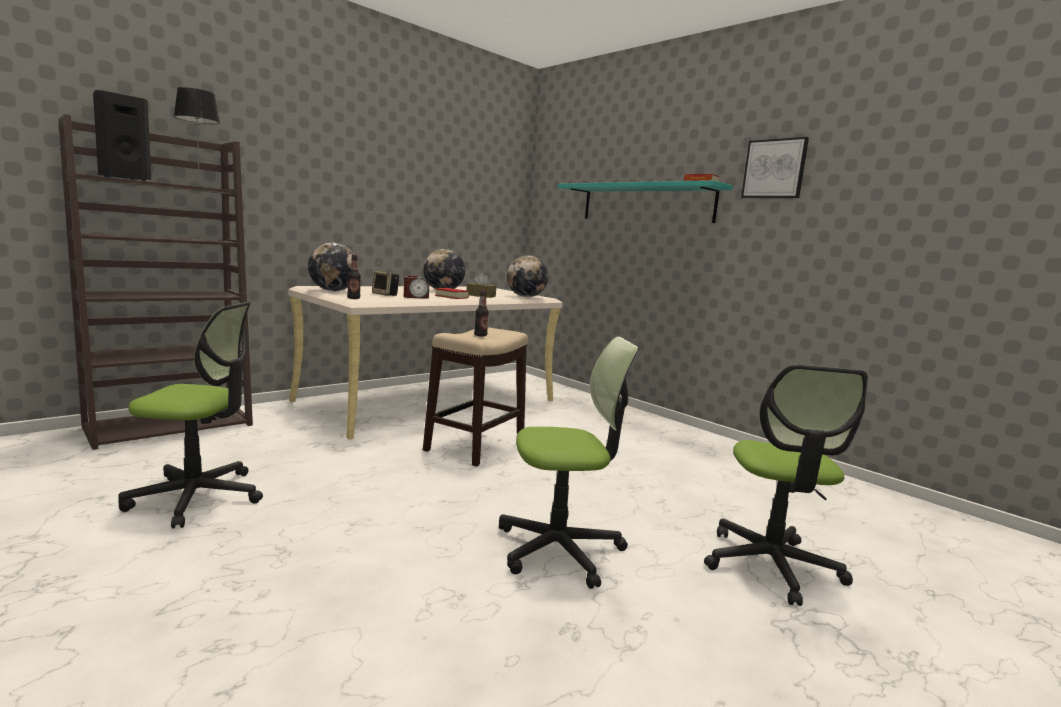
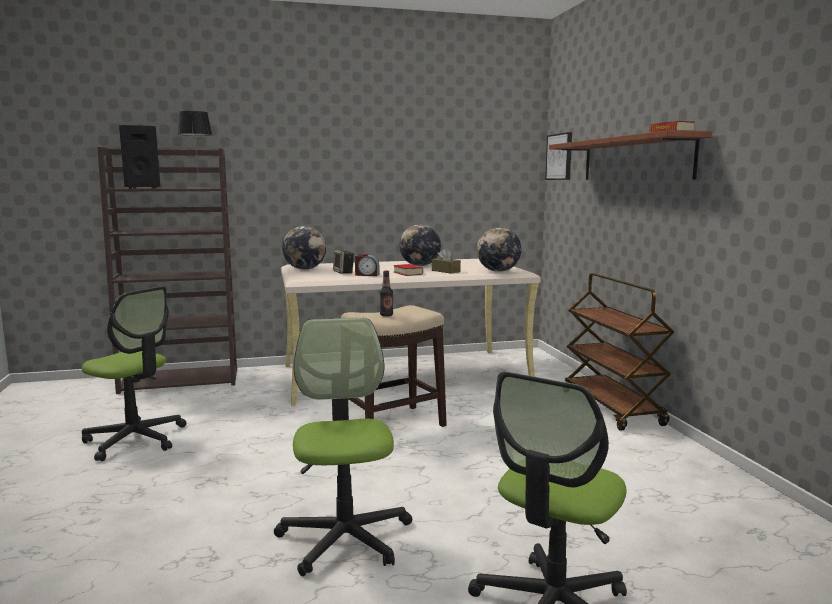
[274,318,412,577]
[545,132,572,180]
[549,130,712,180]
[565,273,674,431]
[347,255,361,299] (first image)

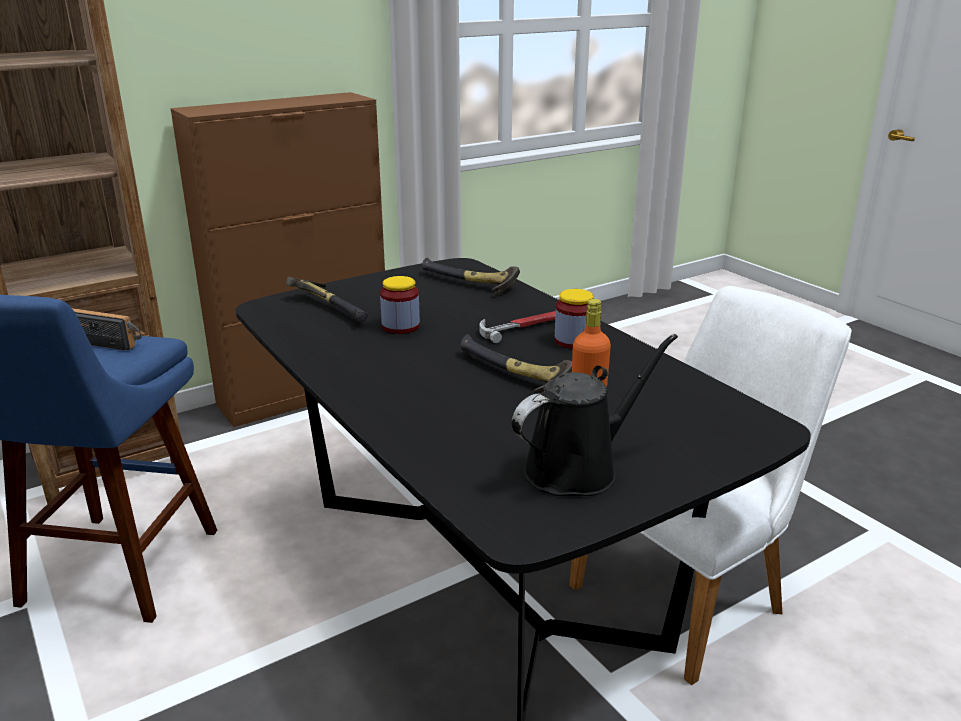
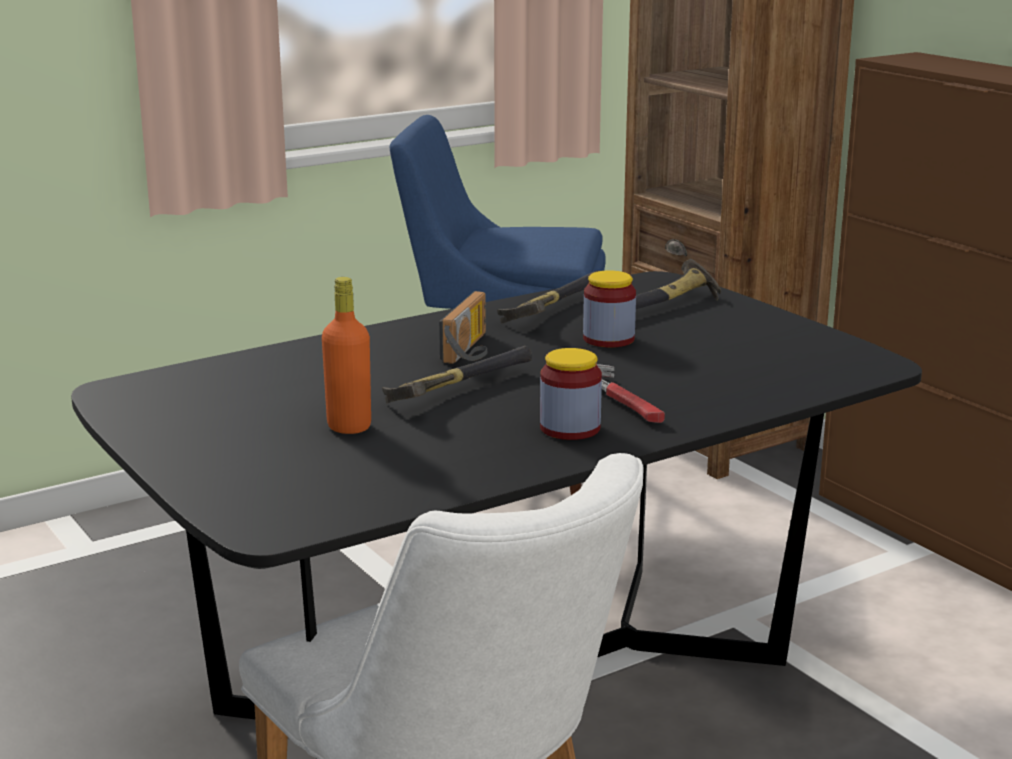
[439,291,487,364]
[497,271,598,323]
[512,334,678,496] (first image)

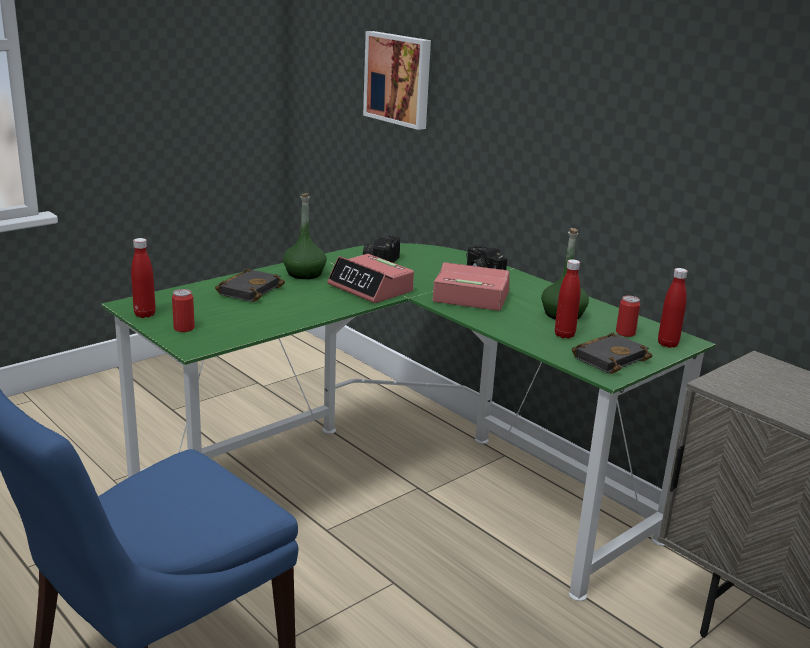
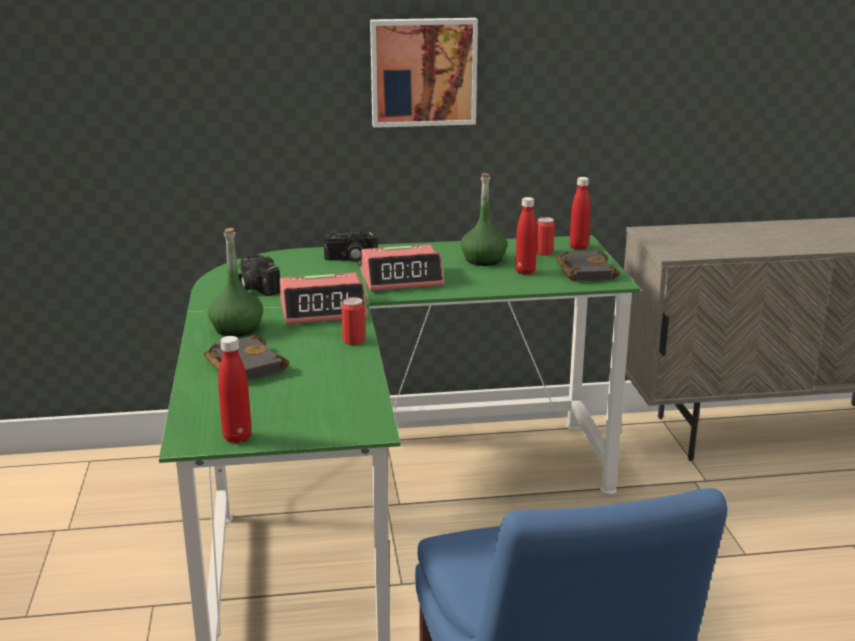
[341,297,365,345]
[361,245,444,291]
[370,18,478,128]

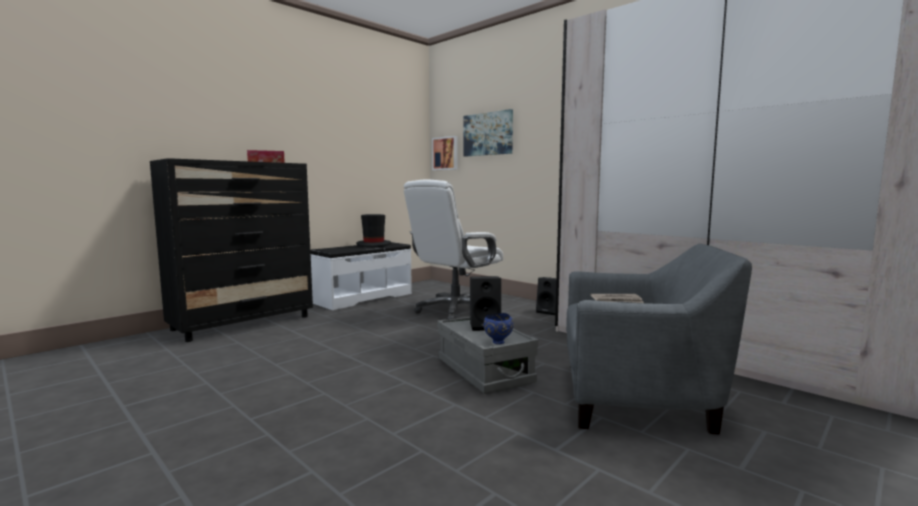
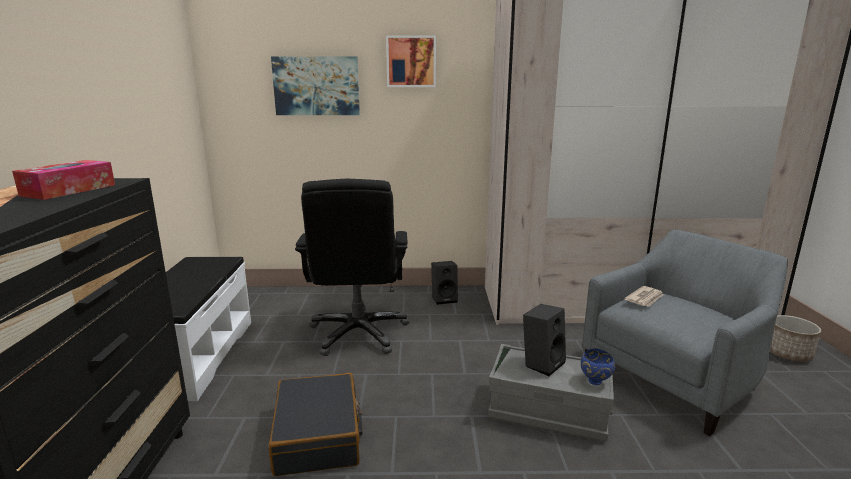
[269,373,363,476]
[295,179,409,356]
[386,36,436,87]
[770,315,821,362]
[356,214,391,247] (first image)

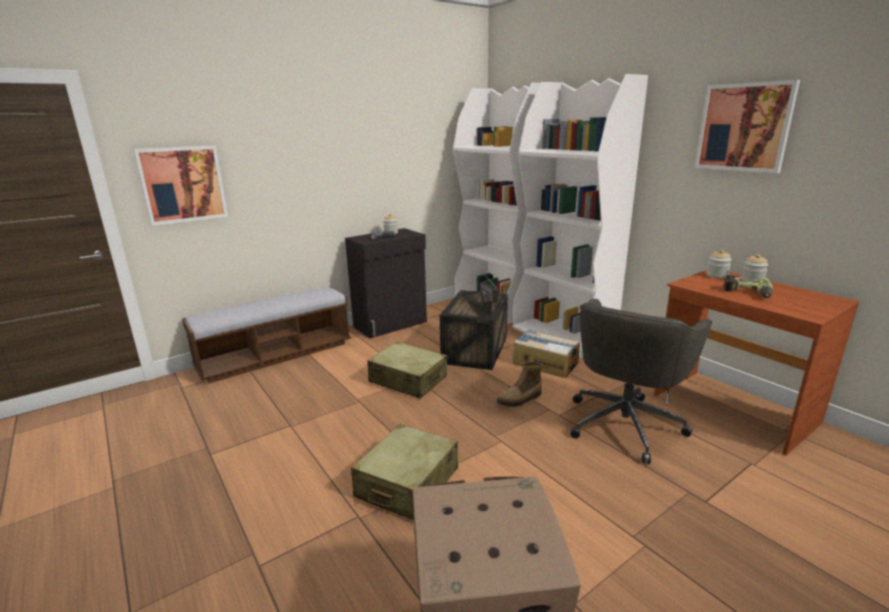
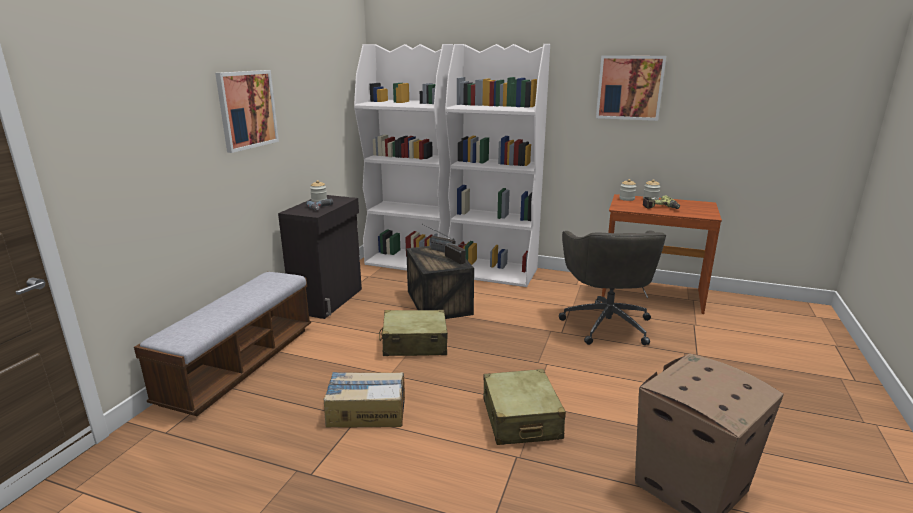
[215,70,279,153]
[323,372,405,428]
[497,362,542,407] (first image)

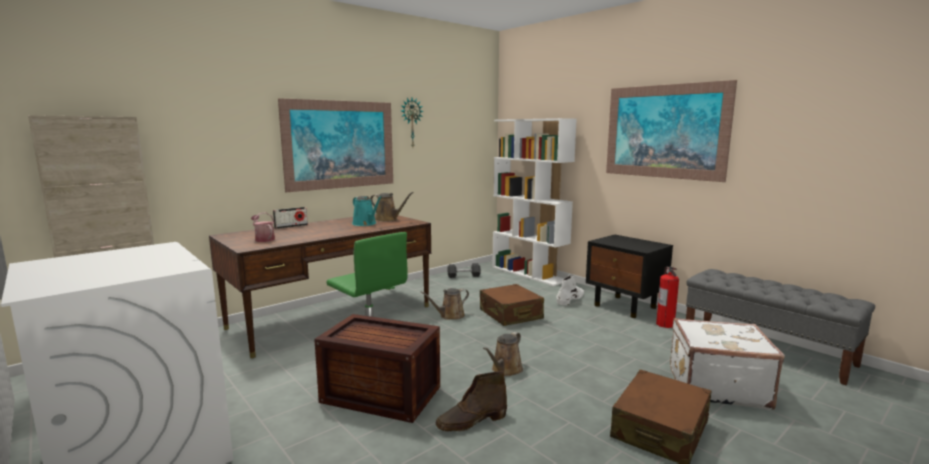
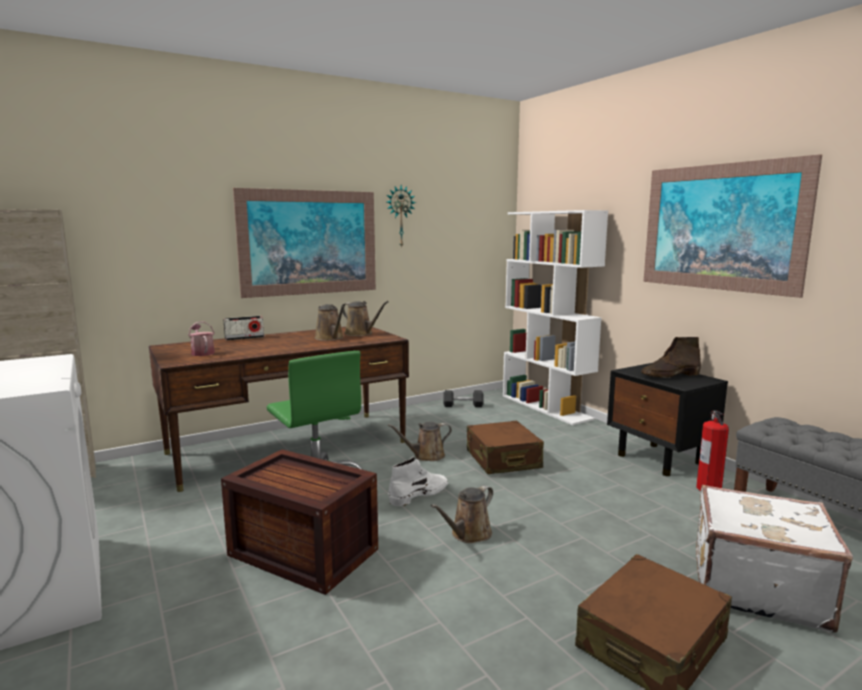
[315,304,345,341]
[388,456,448,506]
[641,337,701,378]

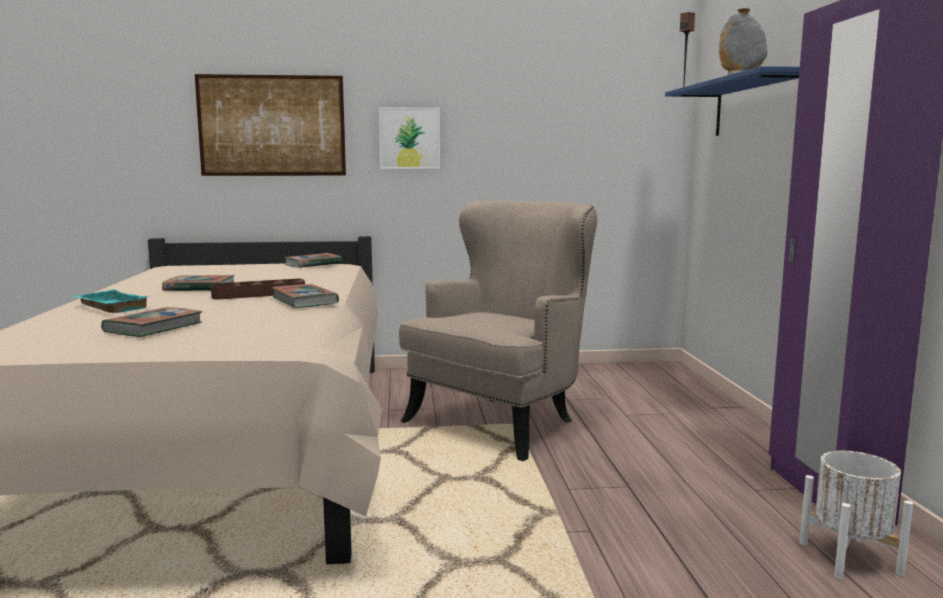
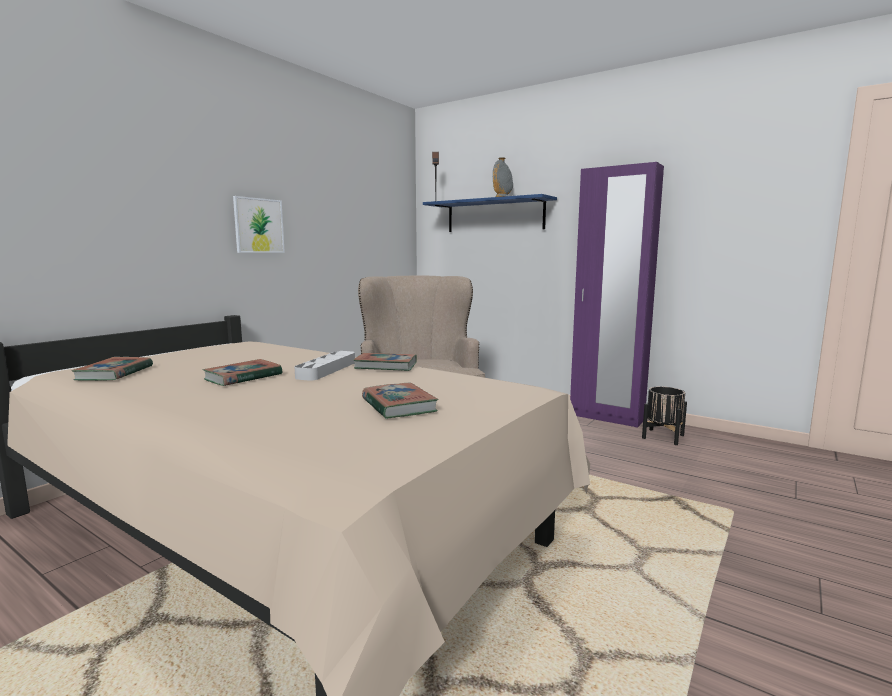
[71,357,153,381]
[294,351,355,381]
[642,387,687,445]
[74,289,148,313] (first image)
[195,74,346,176] (first image)

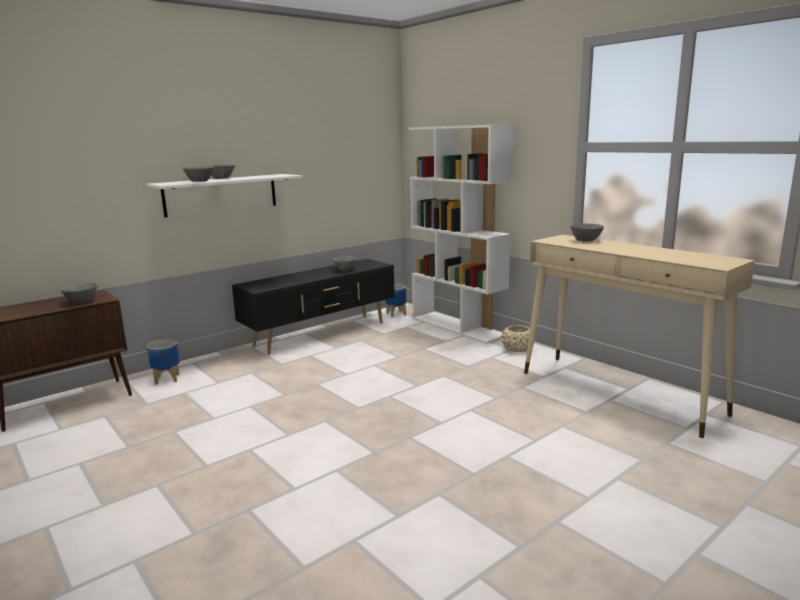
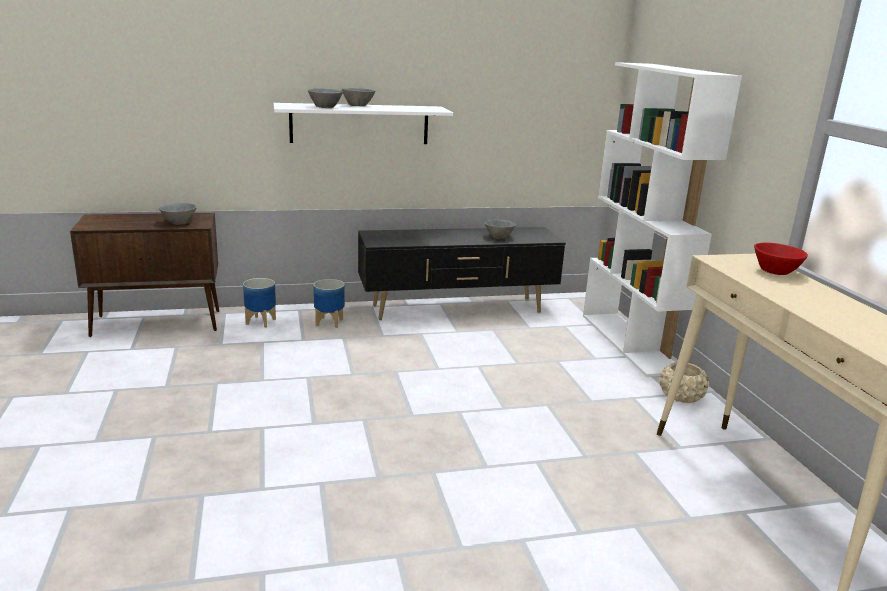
[314,279,345,328]
[754,243,808,275]

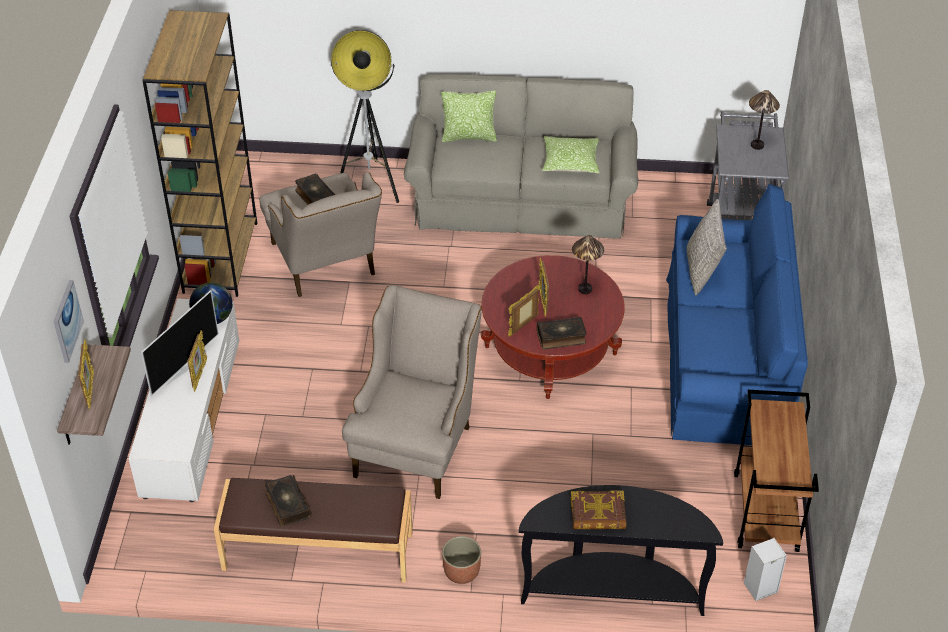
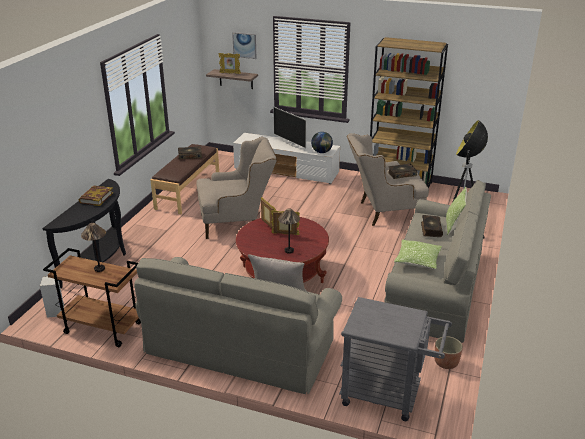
[81,223,106,272]
[134,257,342,395]
[196,137,277,239]
[421,215,443,237]
[434,336,463,369]
[187,330,207,392] (first image)

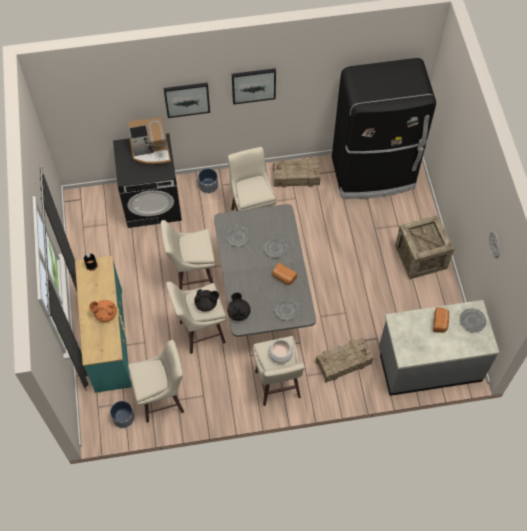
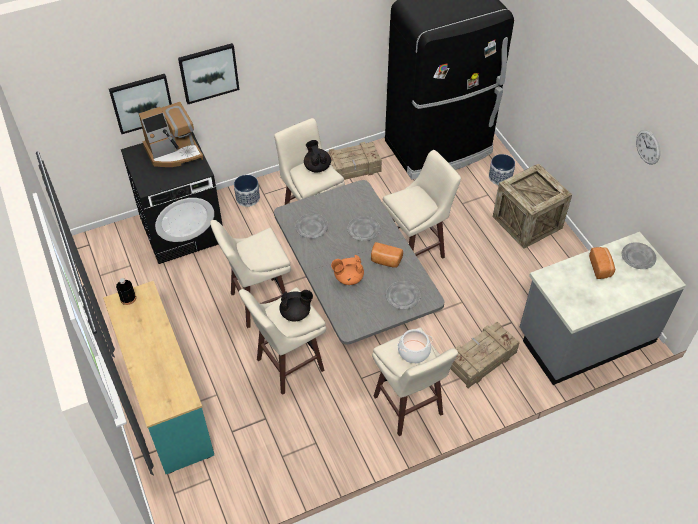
[109,74,172,134]
[304,140,331,172]
[331,255,364,285]
[382,150,461,259]
[489,154,515,185]

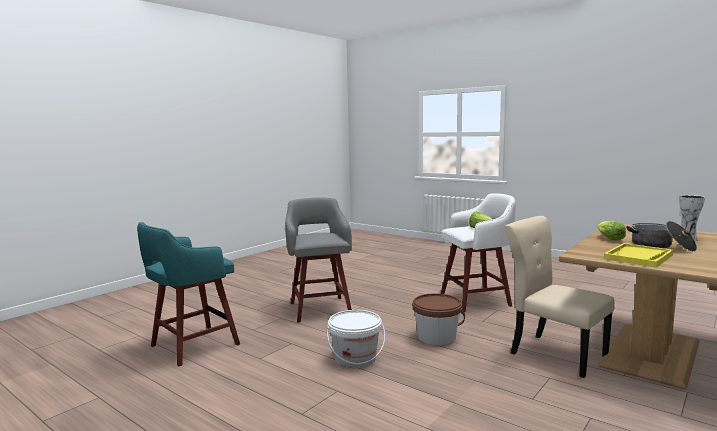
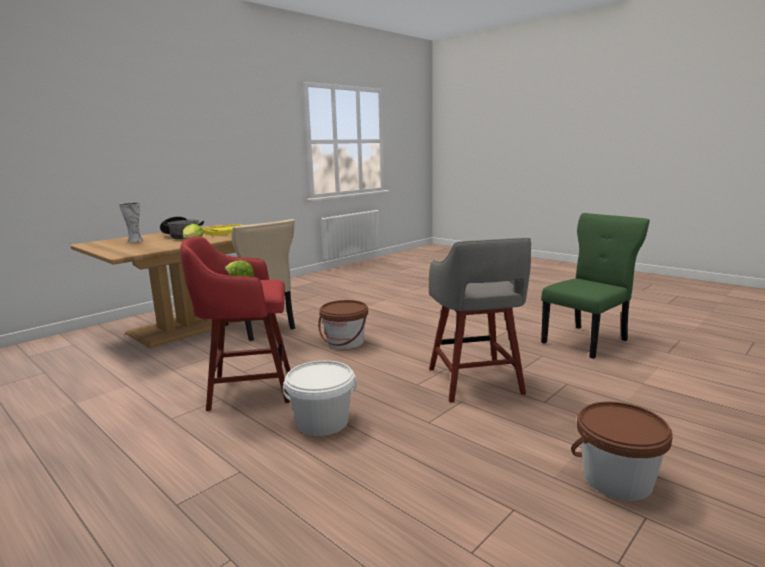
[180,236,290,411]
[283,361,357,436]
[541,213,650,359]
[571,402,673,501]

